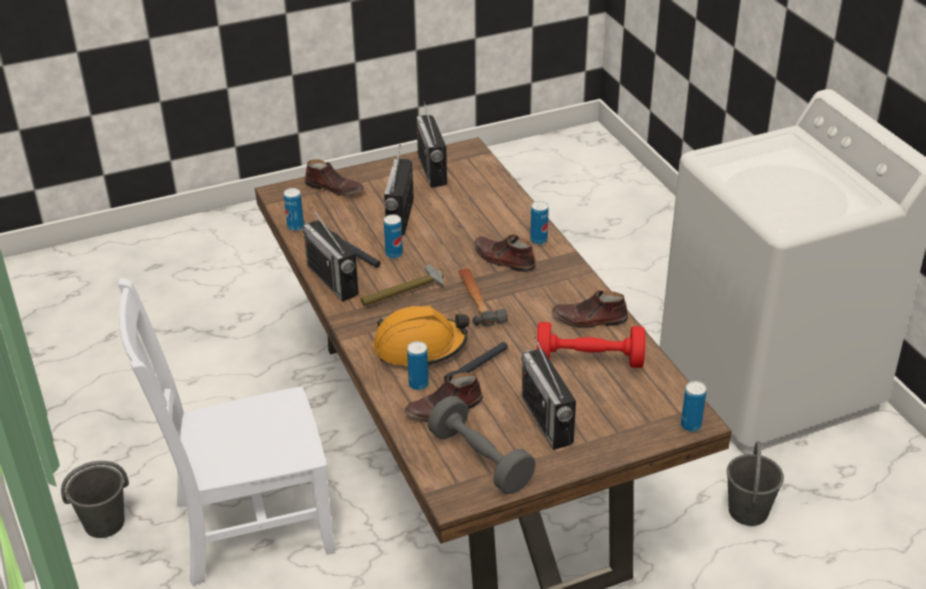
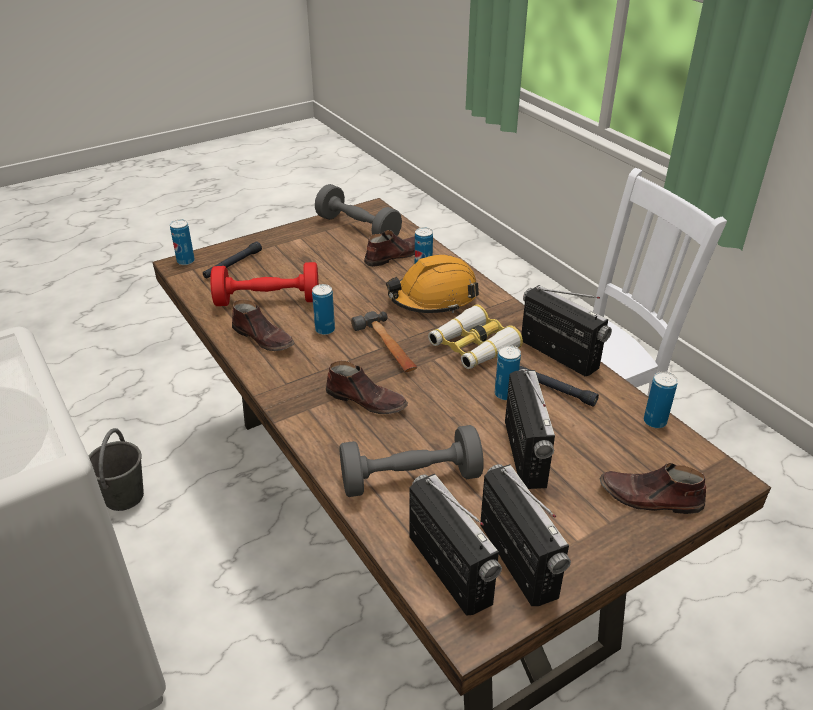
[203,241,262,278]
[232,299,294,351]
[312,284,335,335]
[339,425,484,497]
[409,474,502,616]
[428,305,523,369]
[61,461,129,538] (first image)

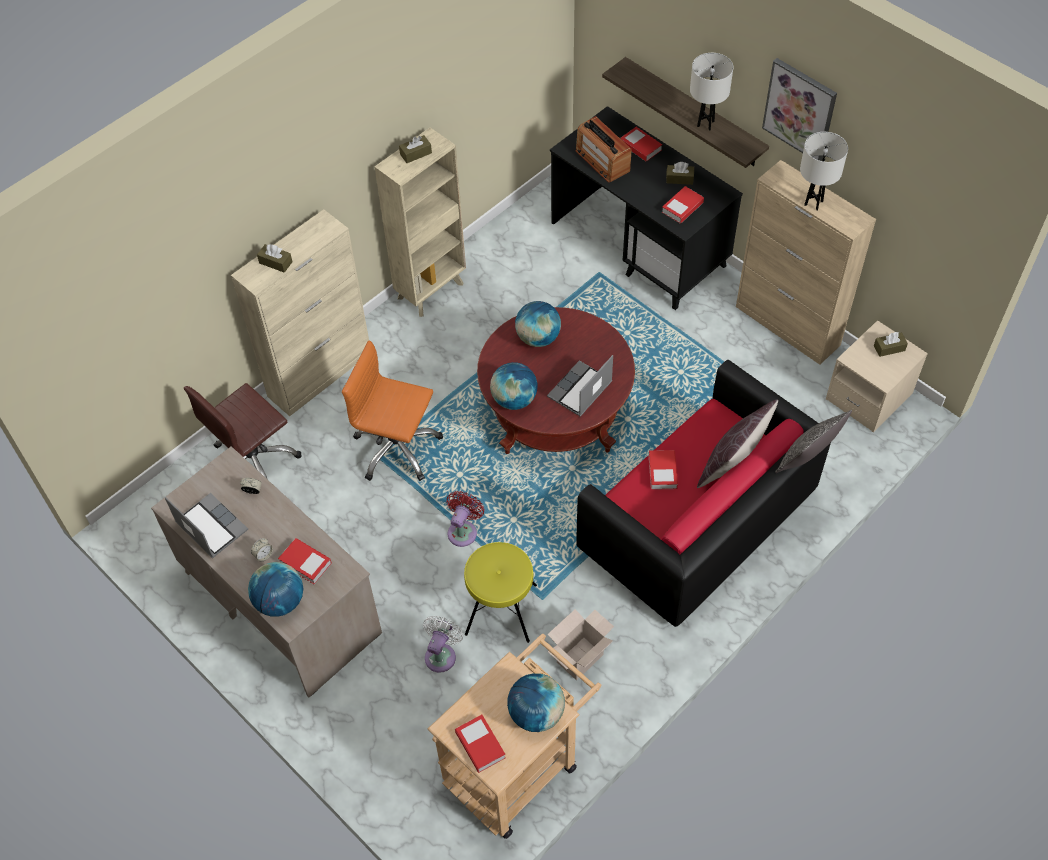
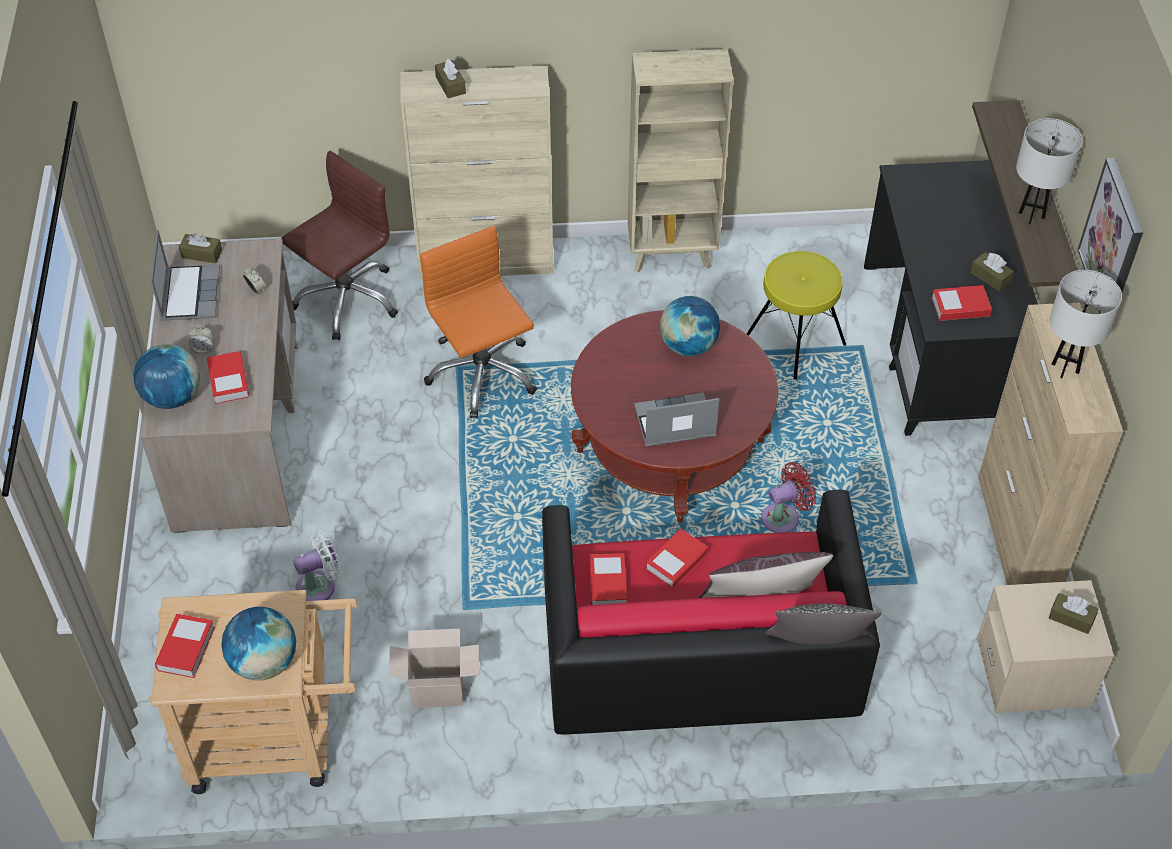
[179,233,222,263]
[281,150,398,340]
[589,553,627,605]
[747,251,846,380]
[761,462,816,533]
[490,362,538,410] (first image)
[576,116,632,183] (first image)

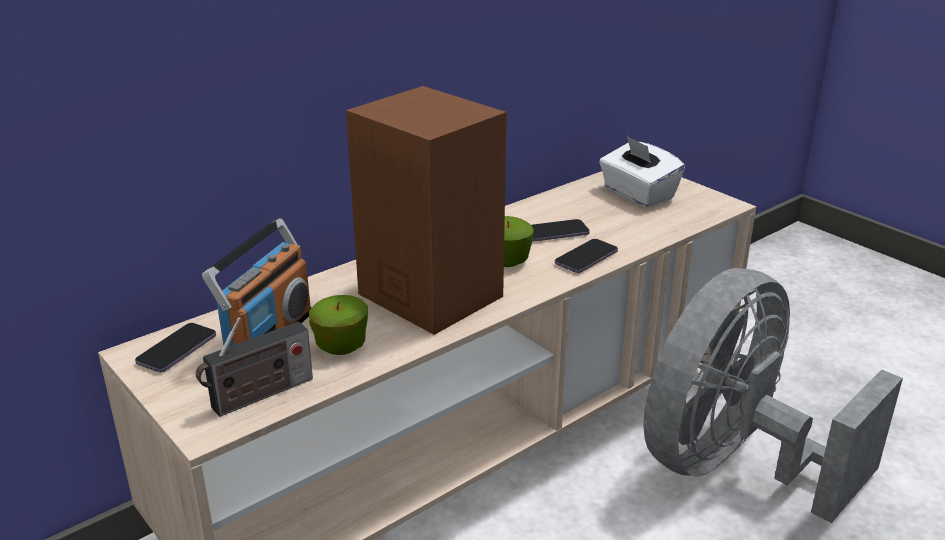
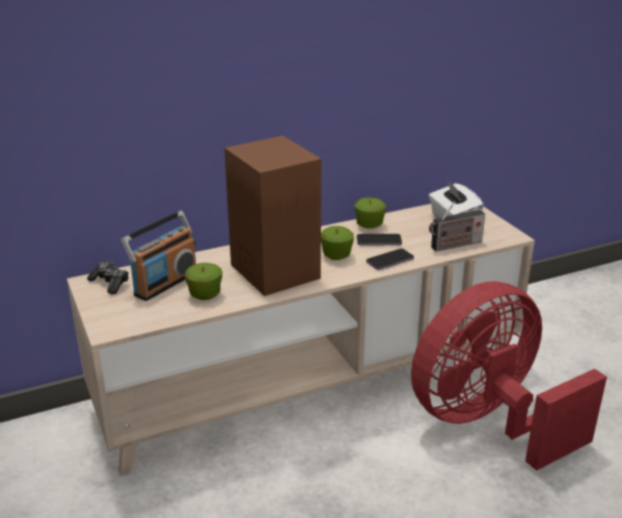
[87,261,129,294]
[355,198,386,228]
[411,281,607,471]
[429,201,485,252]

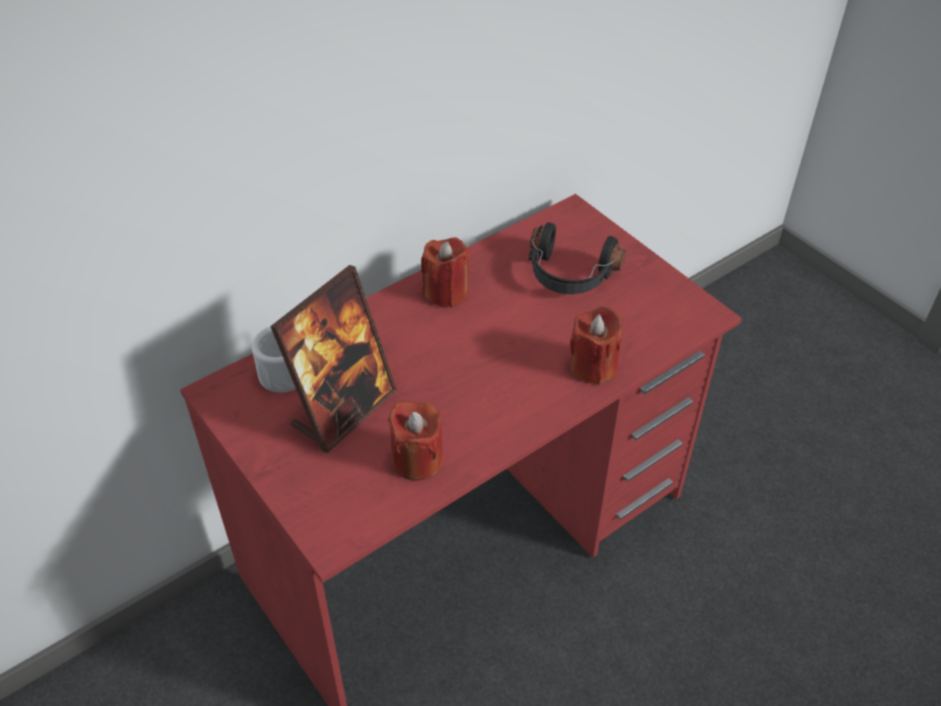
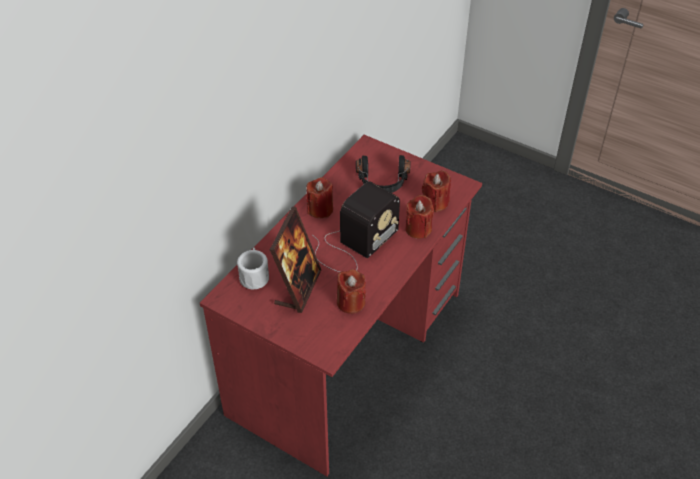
[312,182,400,272]
[422,170,451,213]

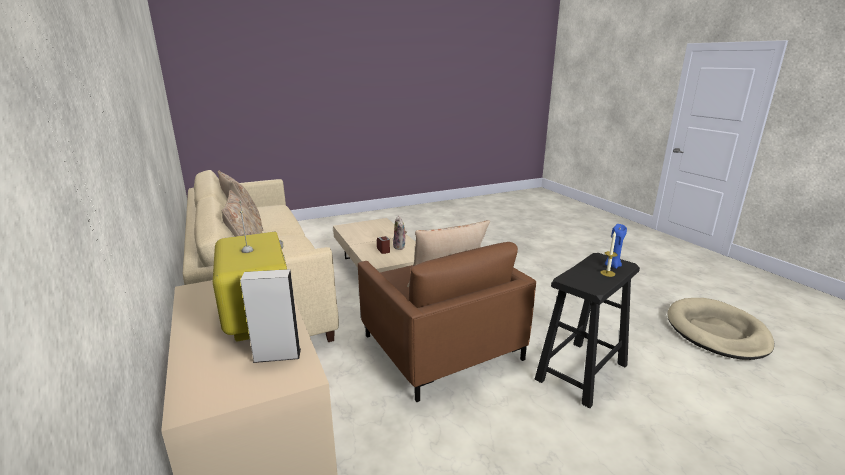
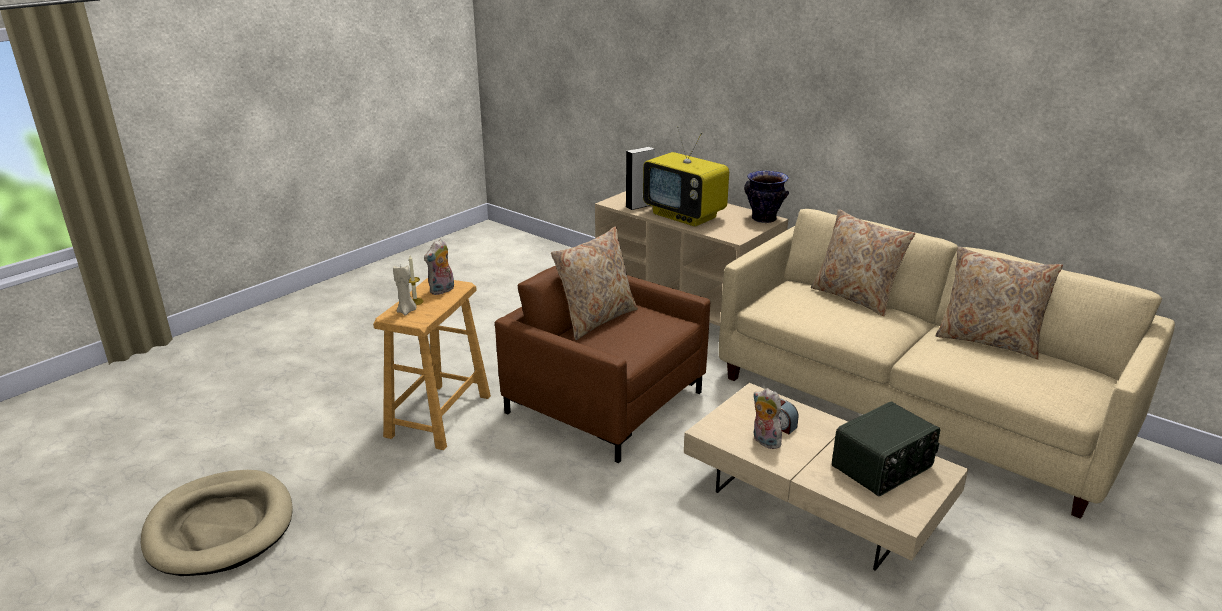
[373,278,491,450]
[393,264,417,316]
[424,239,454,295]
[744,170,789,223]
[832,401,940,496]

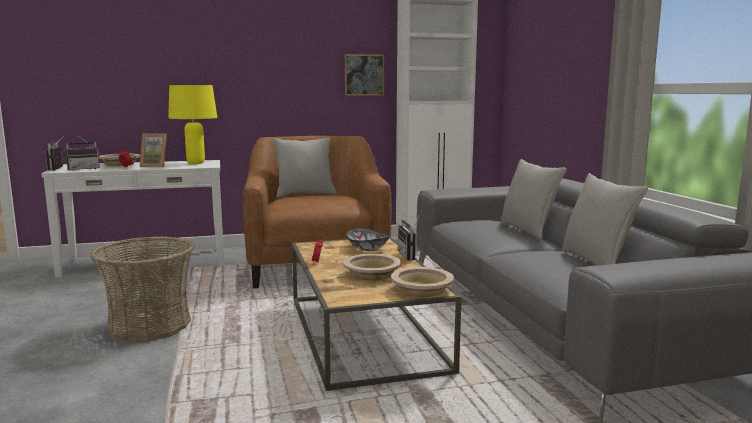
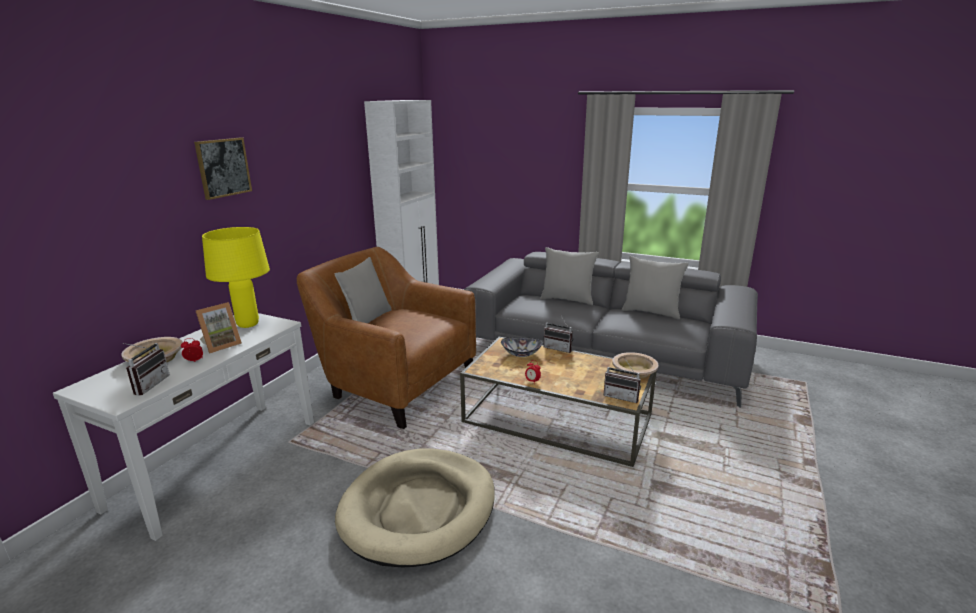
[194,137,252,200]
[335,449,494,567]
[604,356,641,403]
[343,254,401,281] (first image)

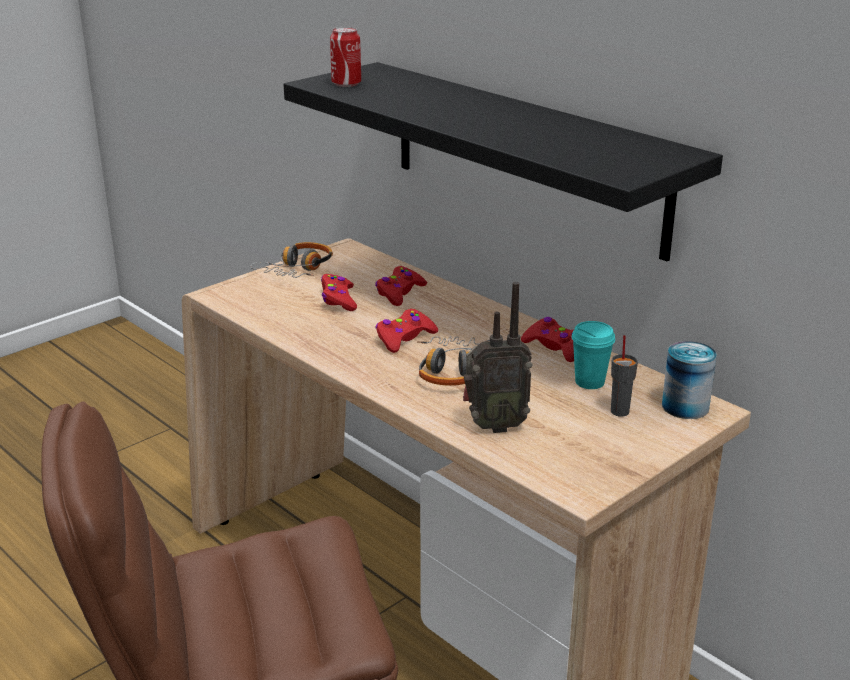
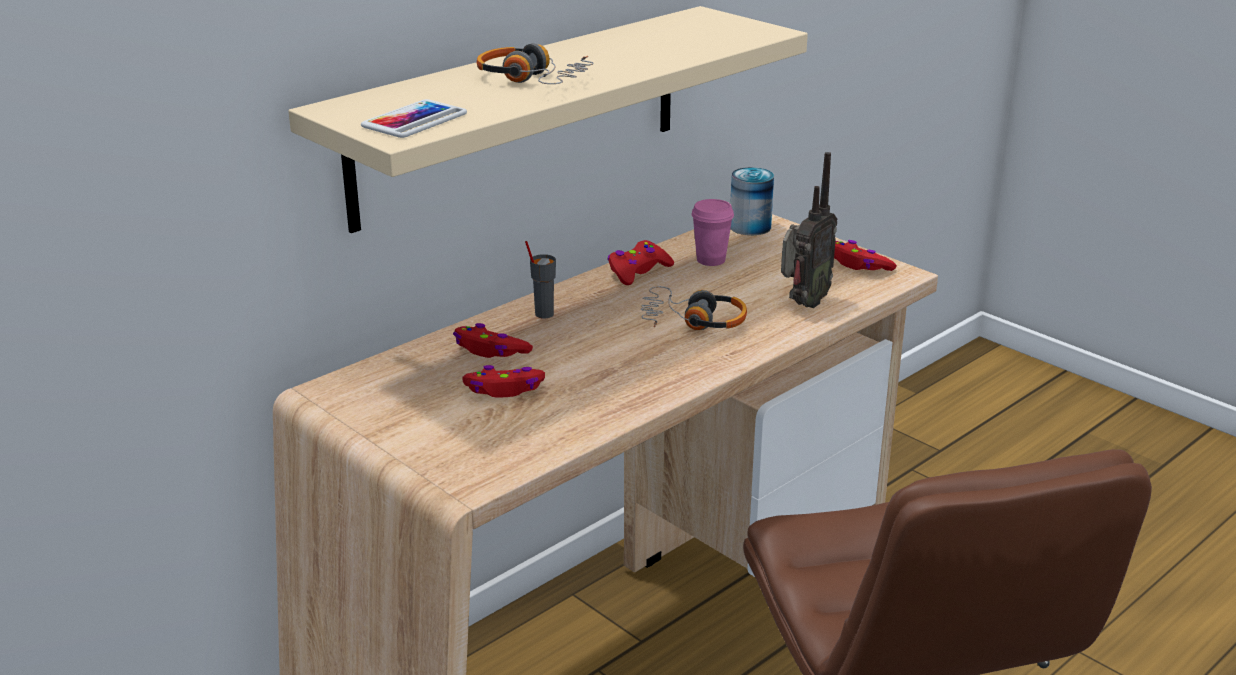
[288,6,808,233]
[361,99,467,138]
[477,43,594,84]
[525,241,556,319]
[691,199,734,266]
[781,152,837,308]
[834,240,897,271]

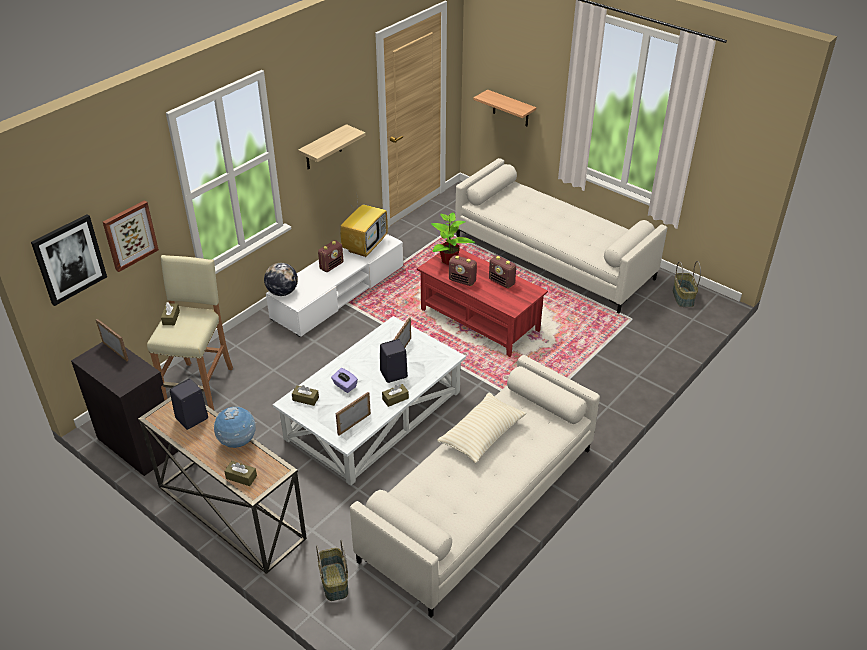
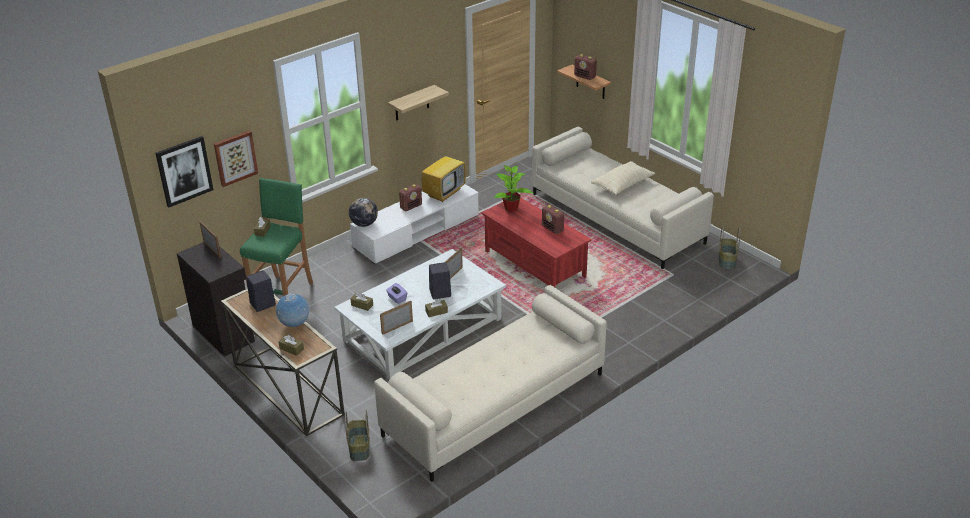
[240,178,313,296]
[574,54,597,80]
[591,161,655,195]

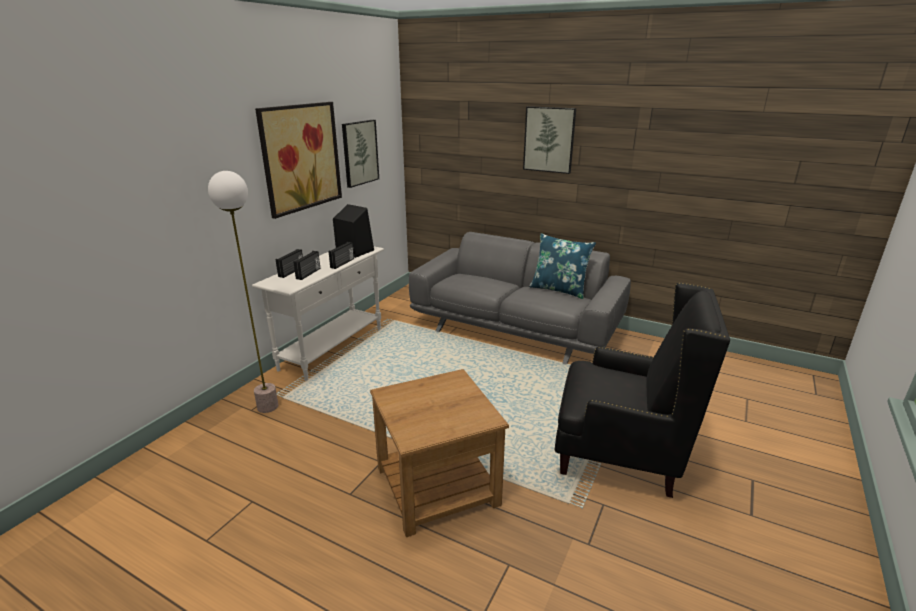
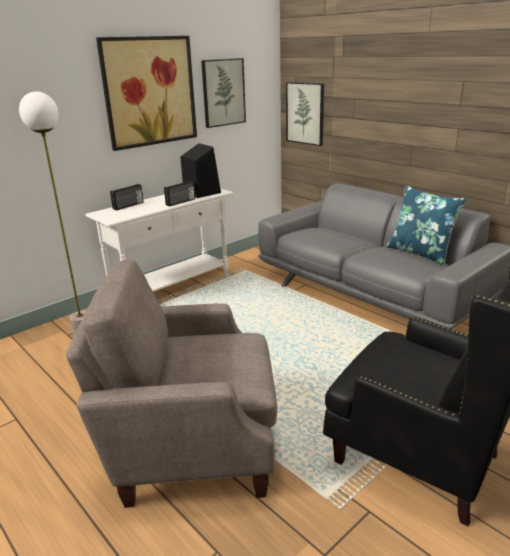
[66,260,277,508]
[286,82,324,146]
[294,251,320,280] (first image)

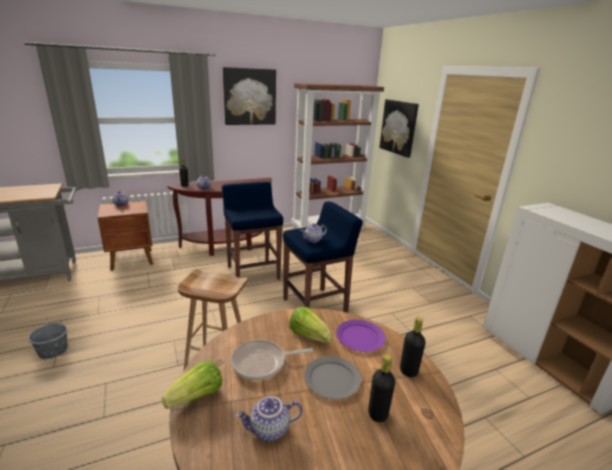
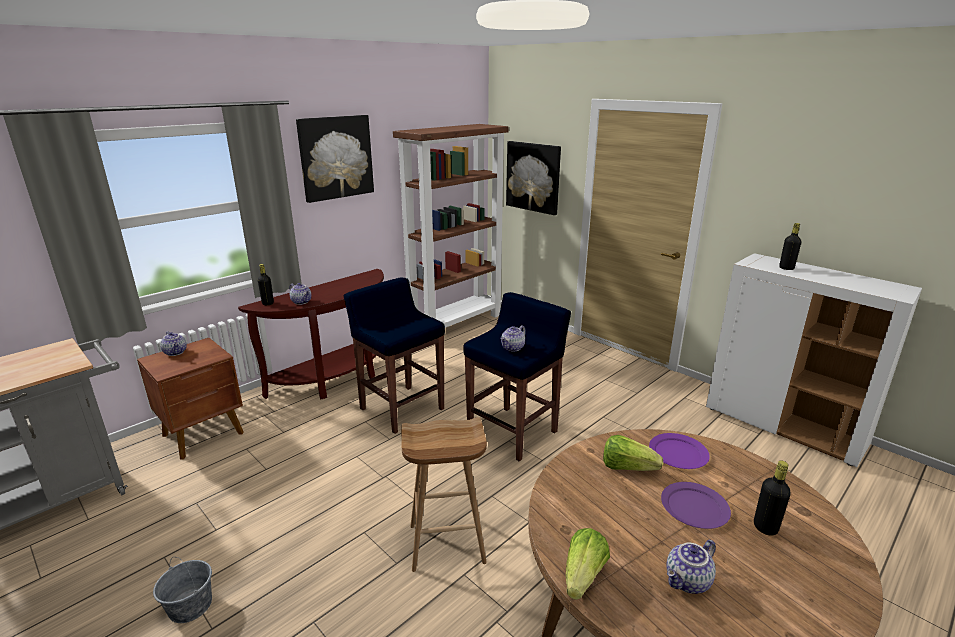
[661,482,731,529]
[779,223,801,270]
[231,340,313,380] (first image)

